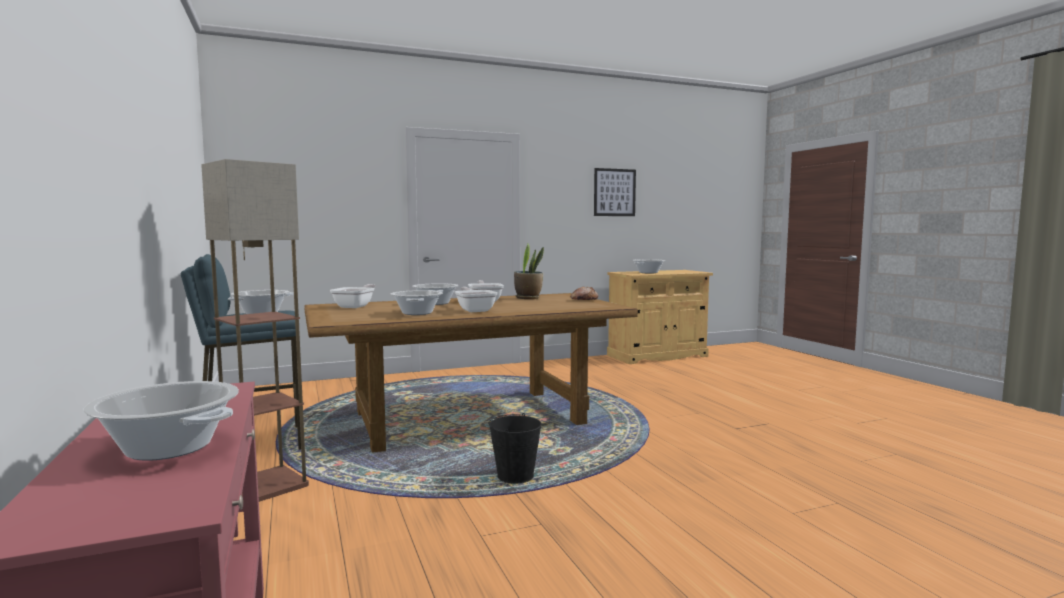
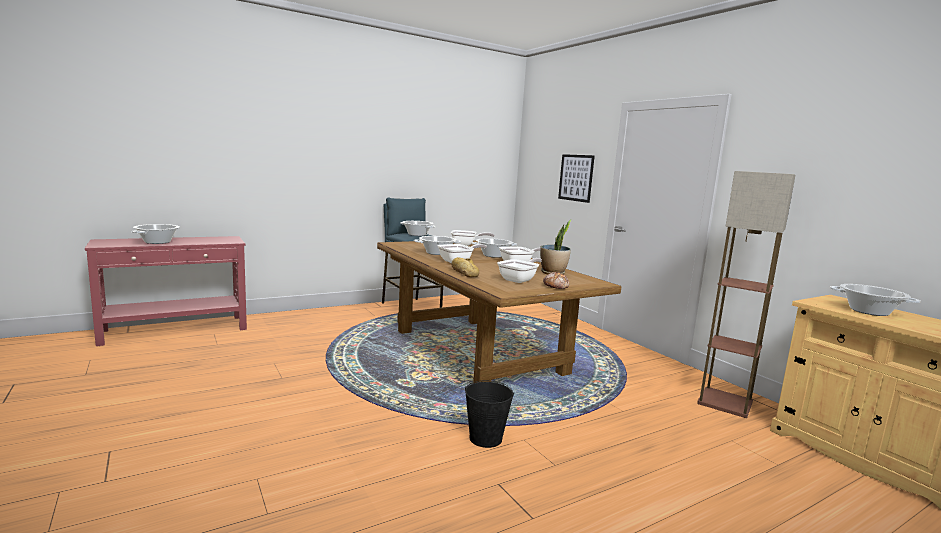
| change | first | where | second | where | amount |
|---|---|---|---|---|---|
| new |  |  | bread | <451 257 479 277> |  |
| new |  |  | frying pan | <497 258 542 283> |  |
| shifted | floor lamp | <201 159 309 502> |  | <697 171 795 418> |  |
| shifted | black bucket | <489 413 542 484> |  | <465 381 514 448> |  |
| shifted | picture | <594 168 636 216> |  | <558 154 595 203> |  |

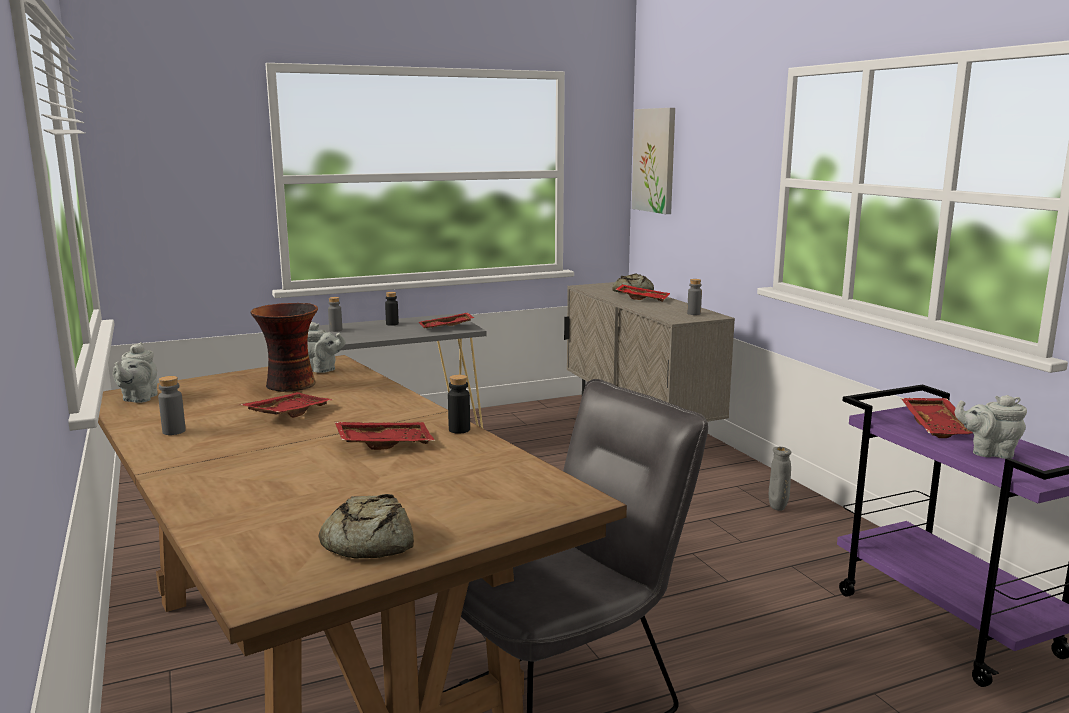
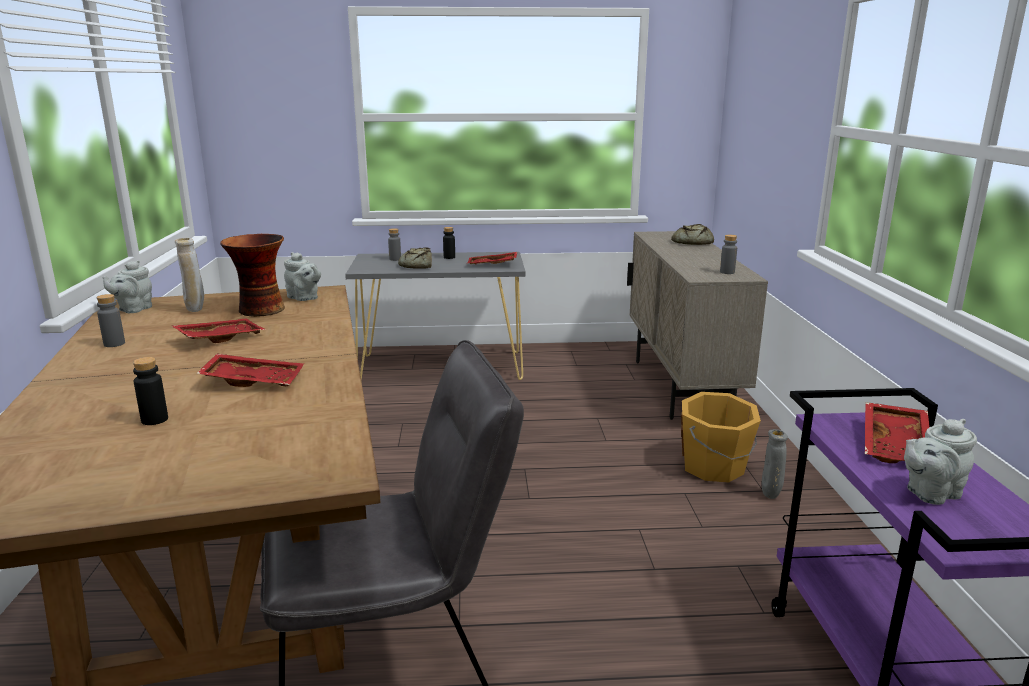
| change | first | where | second | where | amount |
|---|---|---|---|---|---|
| gone | red tray | <615 284 670 302> |  |  |  |
| gone | picture | <632 108 675 214> |  |  |  |
| new |  |  | beige vase | <175 238 204 312> |  |
| new |  |  | orange bucket | <681 392 761 483> |  |
| shifted | bread | <318 494 414 558> |  | <398 247 432 269> |  |
| shifted | black bottle | <448 375 470 434> |  | <133 357 168 425> |  |
| rotated | grey teapot | <955 395 1027 459> |  | <904 419 977 505> | 60 degrees counterclockwise |

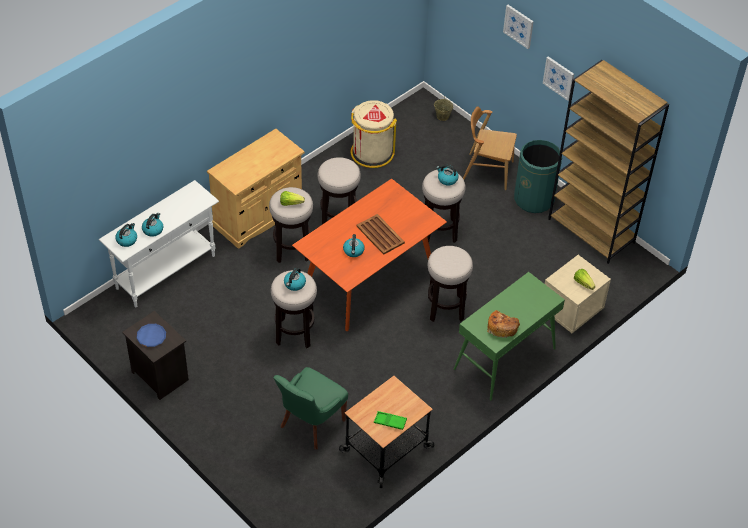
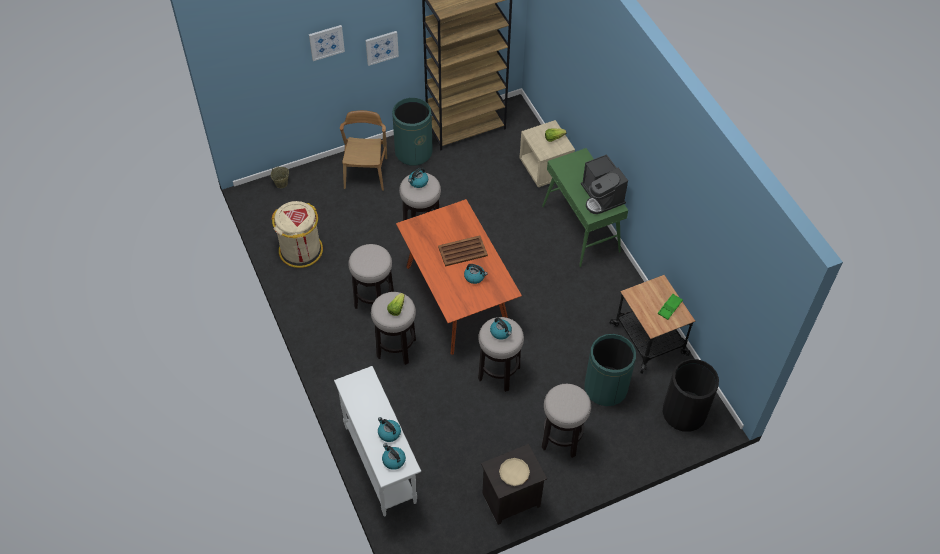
| change | first | where | second | where | amount |
|---|---|---|---|---|---|
| gone | beige cabinet | <207 129 305 249> |  |  |  |
| new |  |  | black trash can | <662 359 719 432> |  |
| shifted | stool | <428 246 473 322> |  | <542 384 591 458> |  |
| swapped | green chair | <273 367 348 450> | green trash can | <584 334 636 406> |  |
| swapped | bread | <487 310 520 338> | coffee machine | <581 154 628 214> |  |
| repainted | blue plate | <137 324 166 347> | beige plate | <499 458 530 486> |  |
| rotated | brown chair | <463 106 517 190> |  | <340 110 387 191> | 150 degrees clockwise |

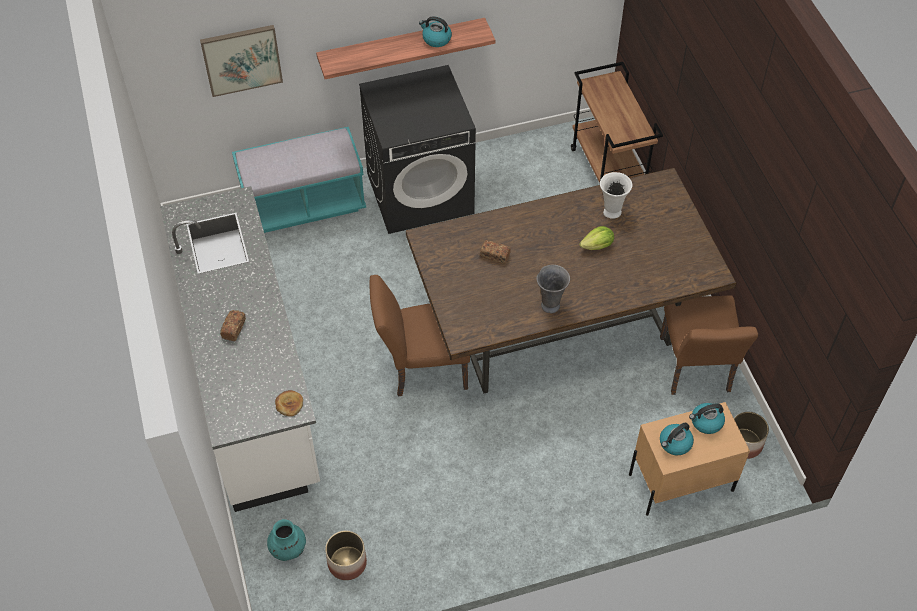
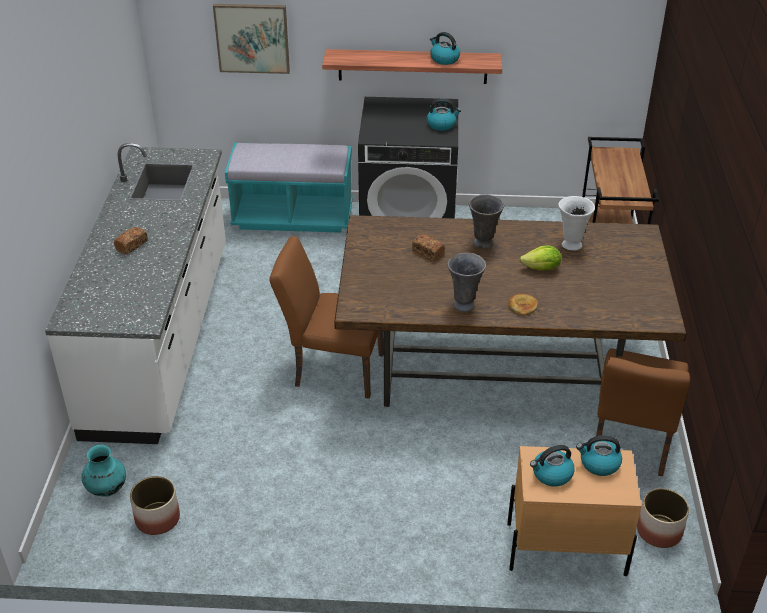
| change | first | where | second | where | amount |
|---|---|---|---|---|---|
| new |  |  | kettle | <427 99 461 131> |  |
| new |  |  | grey vase | <469 194 505 249> |  |
| shifted | bread | <275 390 303 416> |  | <508 294 538 316> |  |

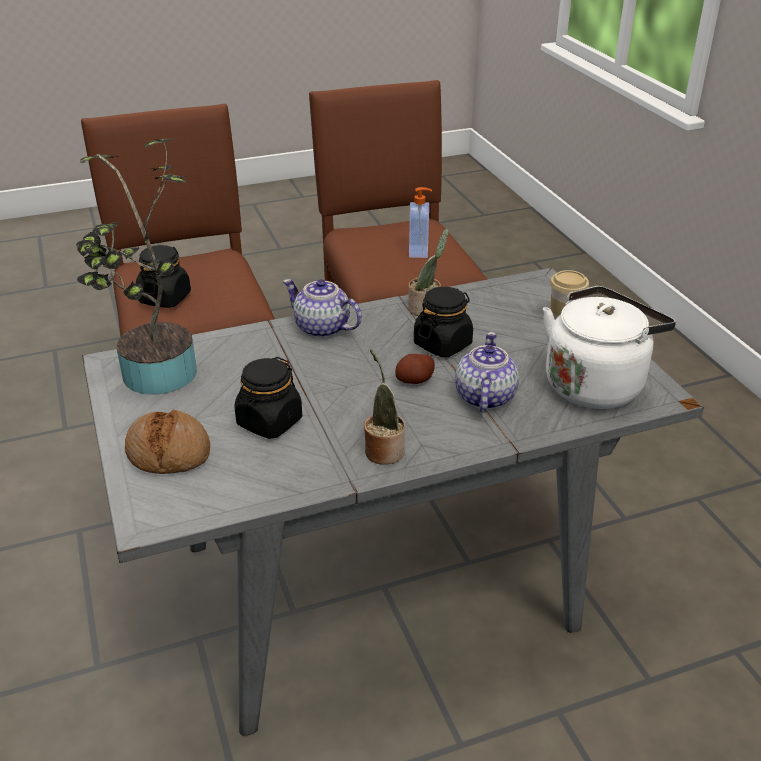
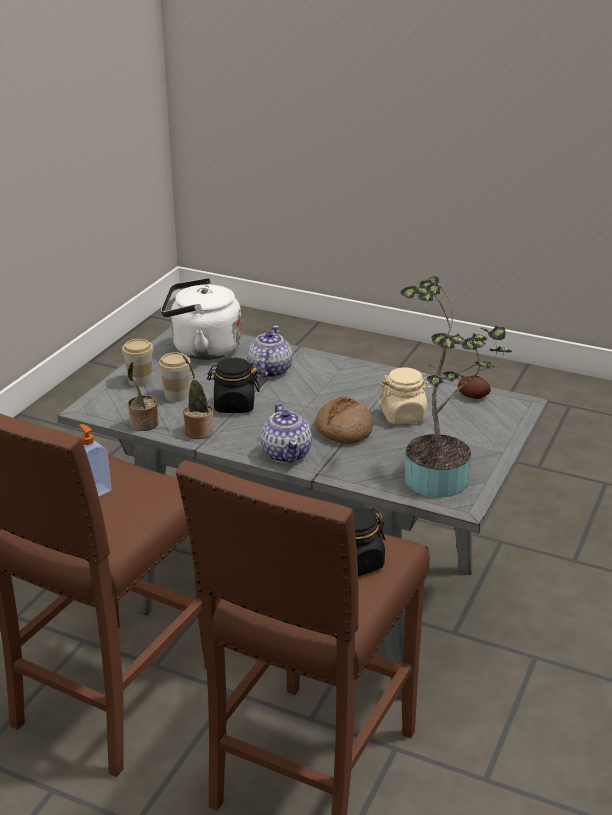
| change | first | where | second | where | amount |
|---|---|---|---|---|---|
| new |  |  | cup | <158 352 191 402> |  |
| shifted | bread | <125 410 210 474> |  | <315 397 373 444> |  |
| shifted | potted plant | <364 349 405 465> |  | <128 361 158 431> |  |
| shifted | potato | <395 354 435 384> |  | <458 376 491 399> |  |
| repainted | black jar | <235 357 302 439> | beige jar | <378 367 432 424> |  |
| rotated | teapot | <455 332 519 413> |  | <247 325 292 378> | 135 degrees clockwise |

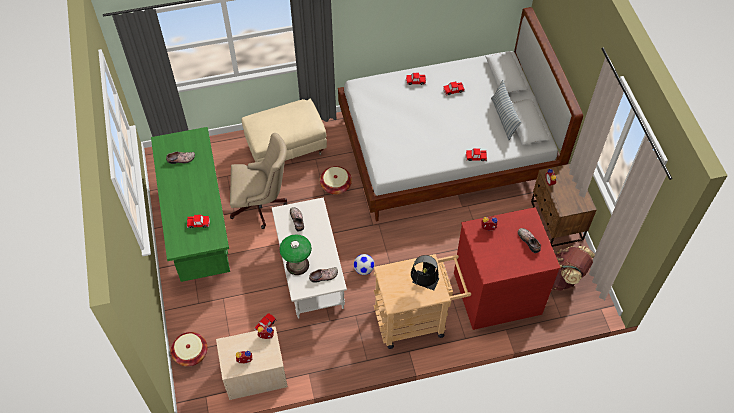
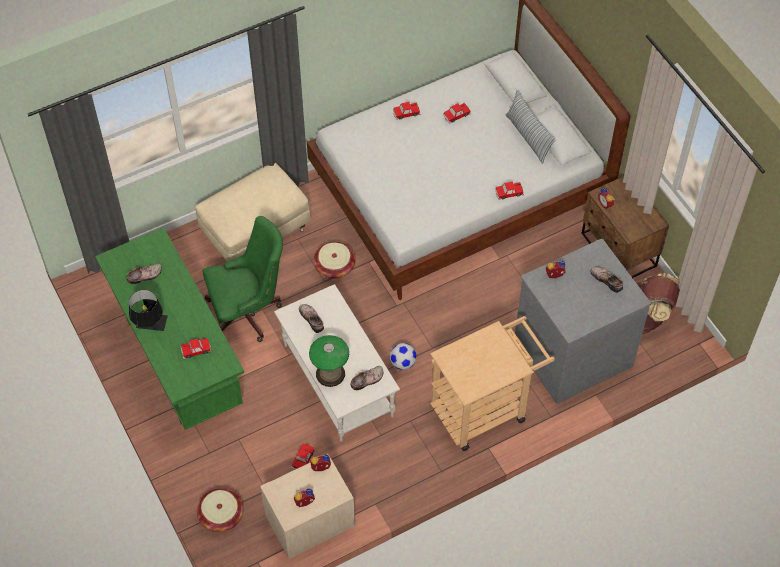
| change | first | where | second | where | amount |
|---|---|---|---|---|---|
| shifted | black table lamp | <411 255 439 290> |  | <129 290 168 331> |  |
| repainted | beige office chair | <230 133 287 229> | green office chair | <202 216 283 342> |  |
| repainted | red dresser | <454 207 560 330> | grey dresser | <515 238 651 404> |  |

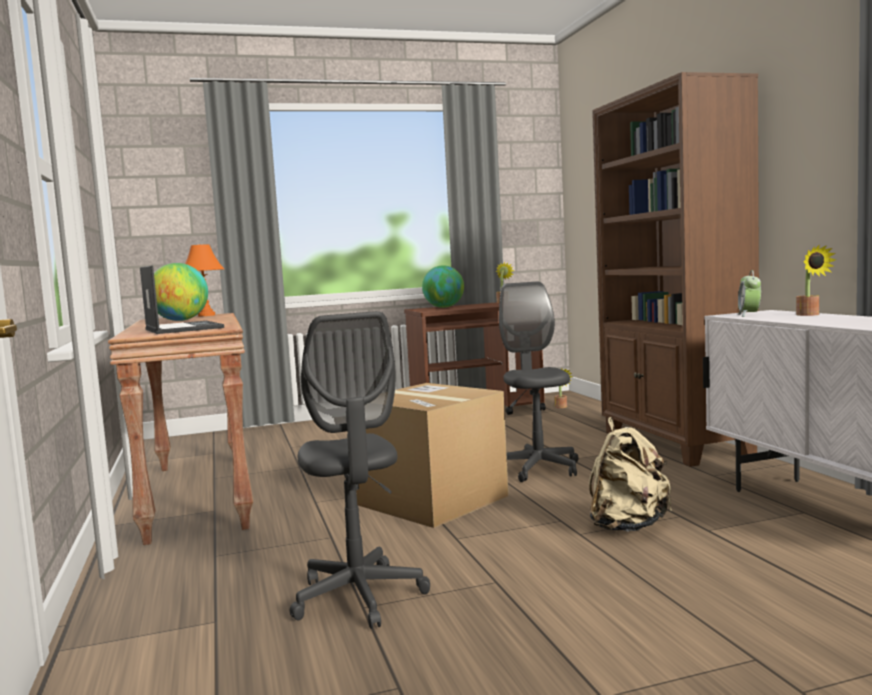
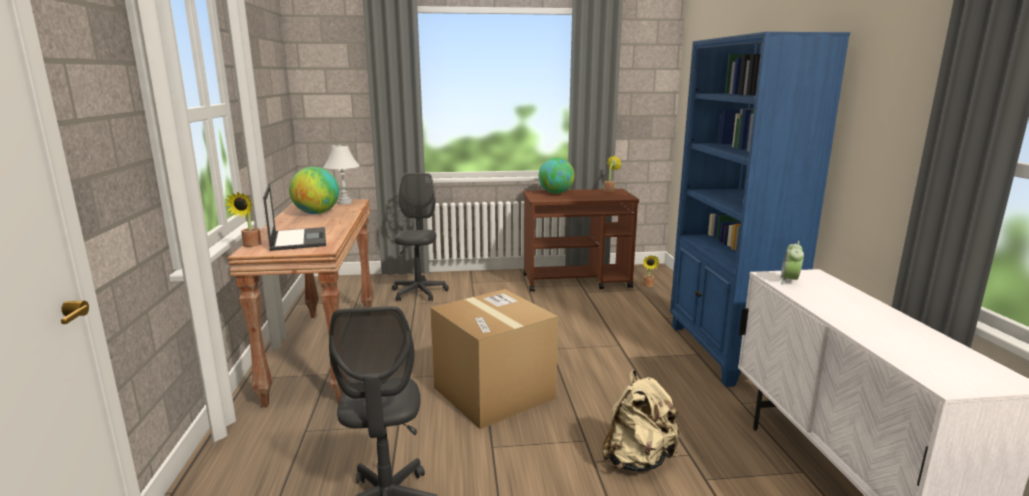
| change | first | where | second | where | amount |
|---|---|---|---|---|---|
| shifted | grey office chair | <499 282 579 482> |  | <392 173 449 301> |  |
| shifted | potted plant | <796 244 836 316> |  | <225 192 261 247> |  |
| repainted | orange table lamp | <185 244 224 316> | white table lamp | <323 145 360 205> |  |
| repainted | brown bookcase | <592 72 759 467> | blue bookcase | <670 32 850 387> |  |

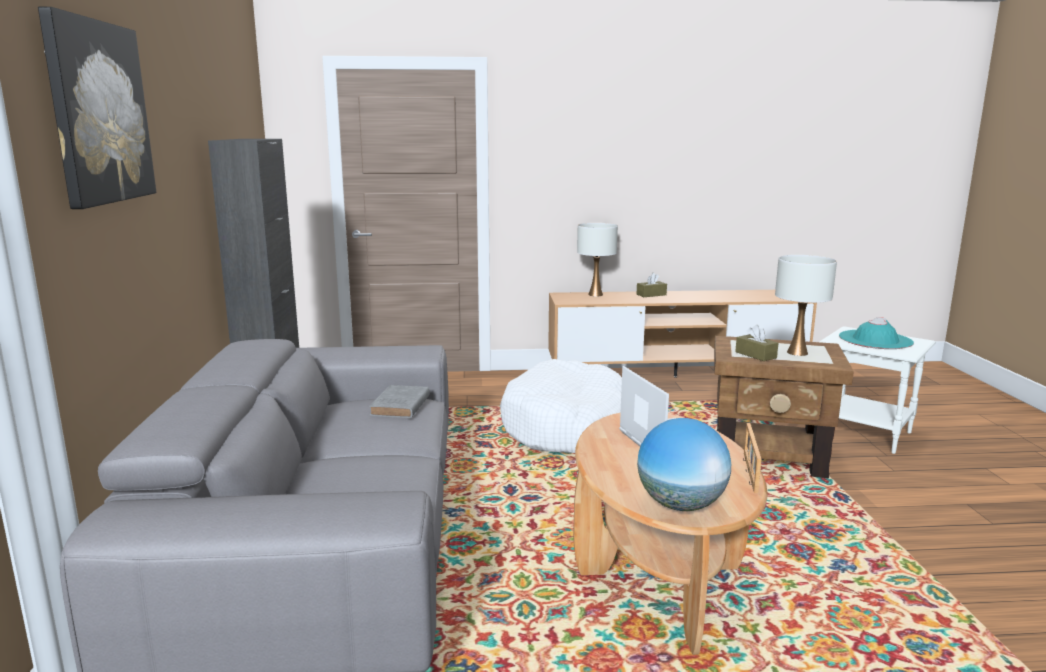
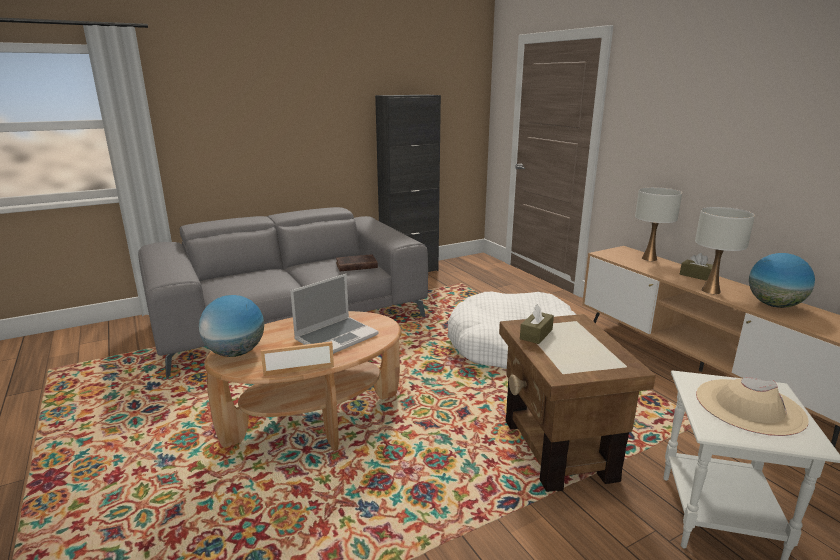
| change | first | where | second | where | amount |
|---|---|---|---|---|---|
| gone | picture | <38 7 156 209> |  |  |  |
| new |  |  | globe | <749 253 815 308> |  |
| shifted | white table lamp | <775 255 837 356> |  | <695 207 755 294> |  |
| repainted | grey book | <369 385 430 418> | brown book | <336 254 378 271> |  |
| repainted | turquoise hat | <839 317 914 349> | beige hat | <696 377 809 436> |  |

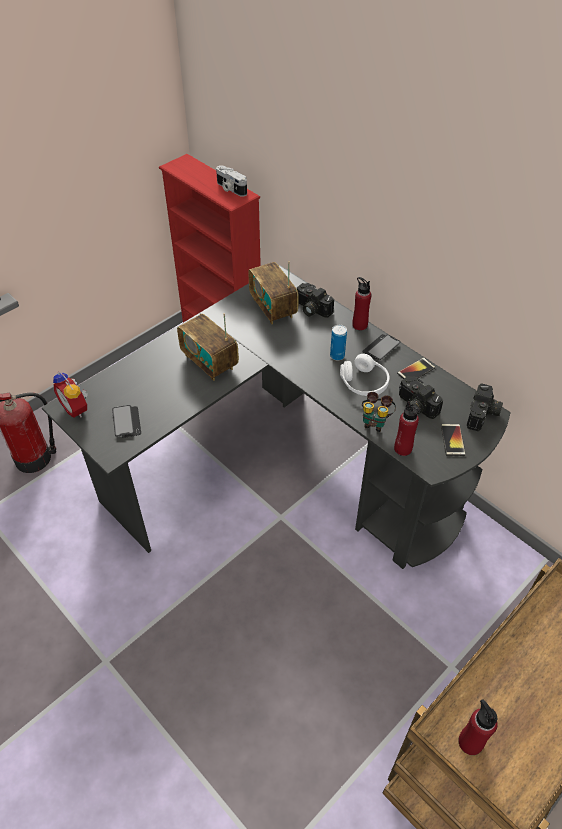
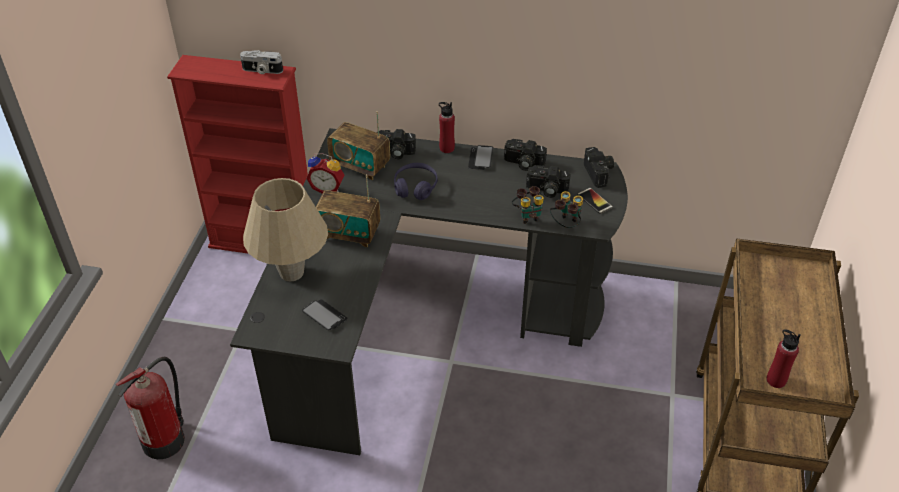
| change | first | where | second | where | amount |
|---|---|---|---|---|---|
| gone | can | <330 325 347 360> |  |  |  |
| gone | white headphones | <340 354 390 396> |  |  |  |
| new |  |  | beige table lamp | <243 178 328 281> |  |
| new |  |  | purple headphones | <394 163 438 200> |  |
| shifted | alarm clock | <53 371 88 418> |  | <306 153 344 193> |  |
| swapped | red bottle | <394 401 420 456> | binoculars | <550 191 583 228> |  |
| swapped | phone | <397 358 435 379> | photo camera | <504 139 547 171> |  |

